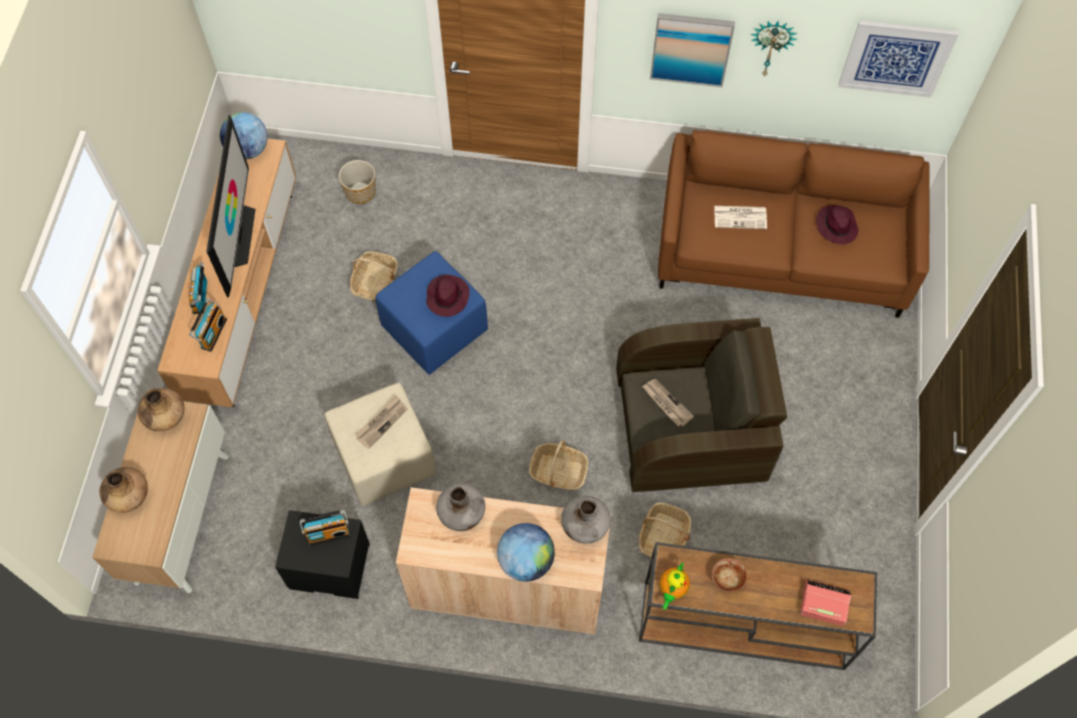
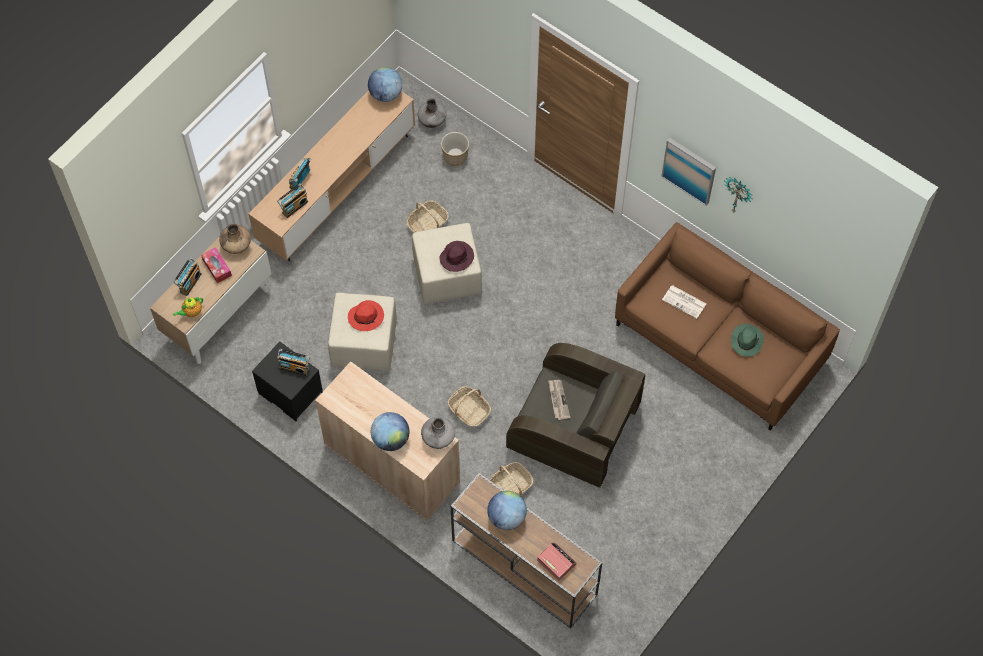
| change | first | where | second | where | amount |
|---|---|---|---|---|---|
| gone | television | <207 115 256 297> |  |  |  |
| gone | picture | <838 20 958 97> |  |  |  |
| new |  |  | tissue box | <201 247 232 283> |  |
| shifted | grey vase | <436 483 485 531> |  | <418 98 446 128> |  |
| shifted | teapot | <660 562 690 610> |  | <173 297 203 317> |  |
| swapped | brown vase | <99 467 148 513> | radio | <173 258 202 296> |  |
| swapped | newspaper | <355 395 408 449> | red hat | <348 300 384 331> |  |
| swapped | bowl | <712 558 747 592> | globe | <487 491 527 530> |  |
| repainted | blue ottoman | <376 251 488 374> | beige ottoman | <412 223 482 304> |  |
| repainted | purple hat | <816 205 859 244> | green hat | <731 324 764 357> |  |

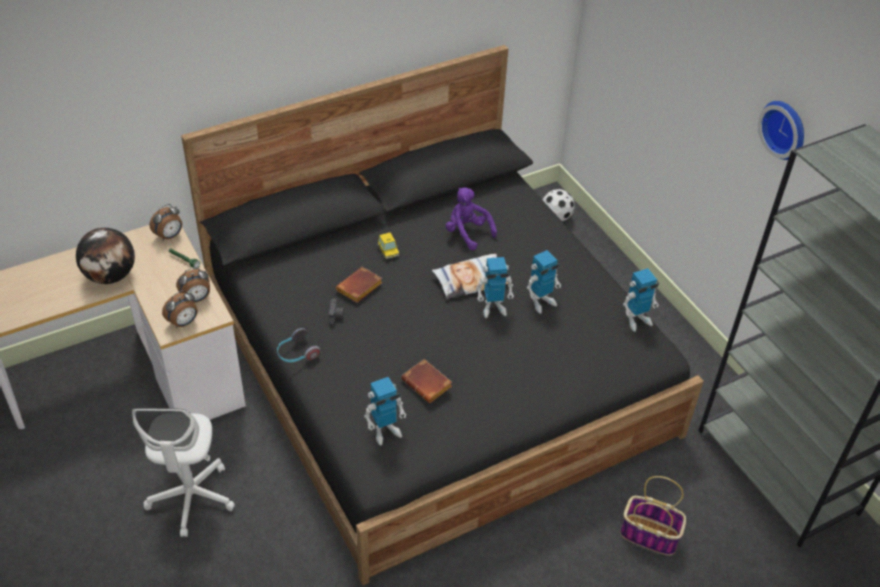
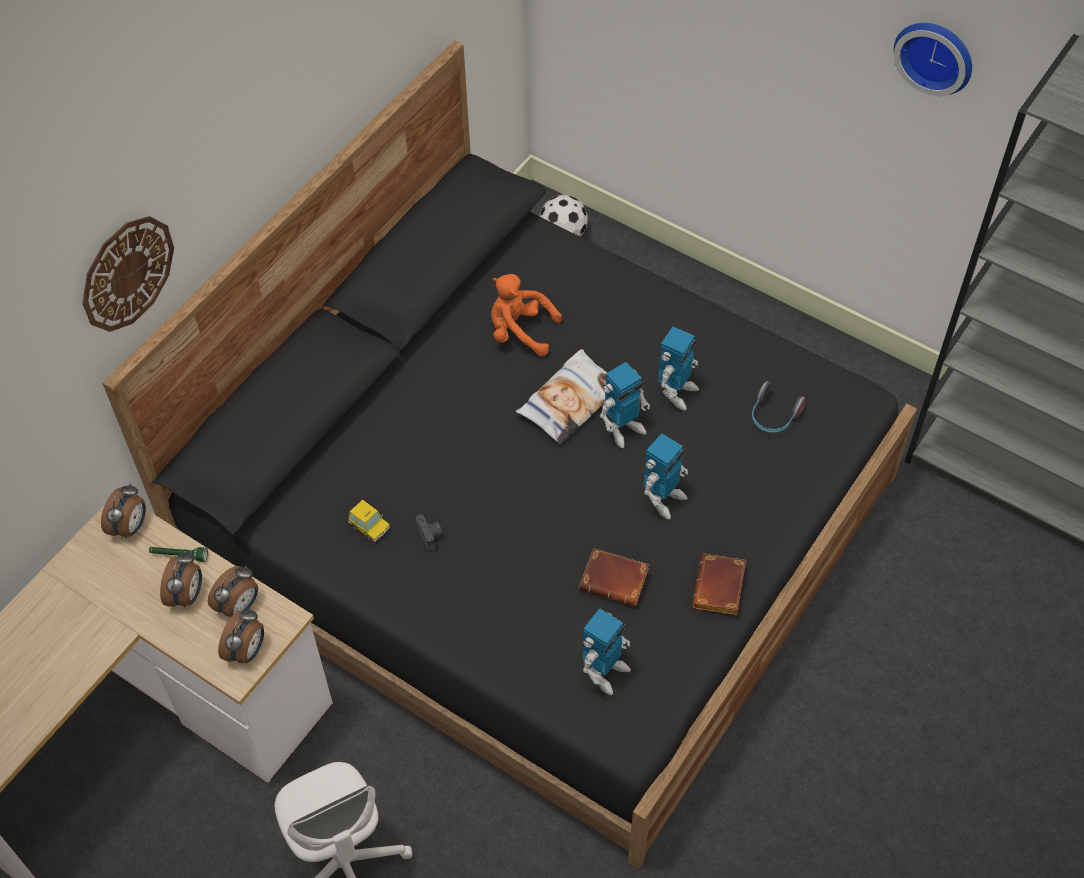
| change | first | where | second | where | amount |
|---|---|---|---|---|---|
| gone | globe | <76 228 135 284> |  |  |  |
| gone | basket | <620 476 686 555> |  |  |  |
| new |  |  | wall clock | <82 216 174 332> |  |
| new |  |  | alarm clock | <160 551 202 608> |  |
| shifted | headphones | <277 328 320 362> |  | <752 381 805 432> |  |
| shifted | brown book | <336 267 383 303> |  | <692 554 746 615> |  |
| shifted | toy car | <378 232 400 259> |  | <348 499 390 542> |  |
| shifted | toy robot | <623 268 659 332> |  | <644 433 688 519> |  |
| repainted | purple plush toy | <446 187 497 250> | orange plush toy | <491 274 562 356> |  |

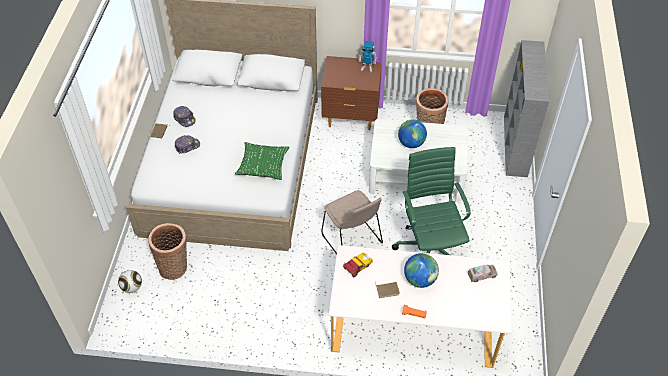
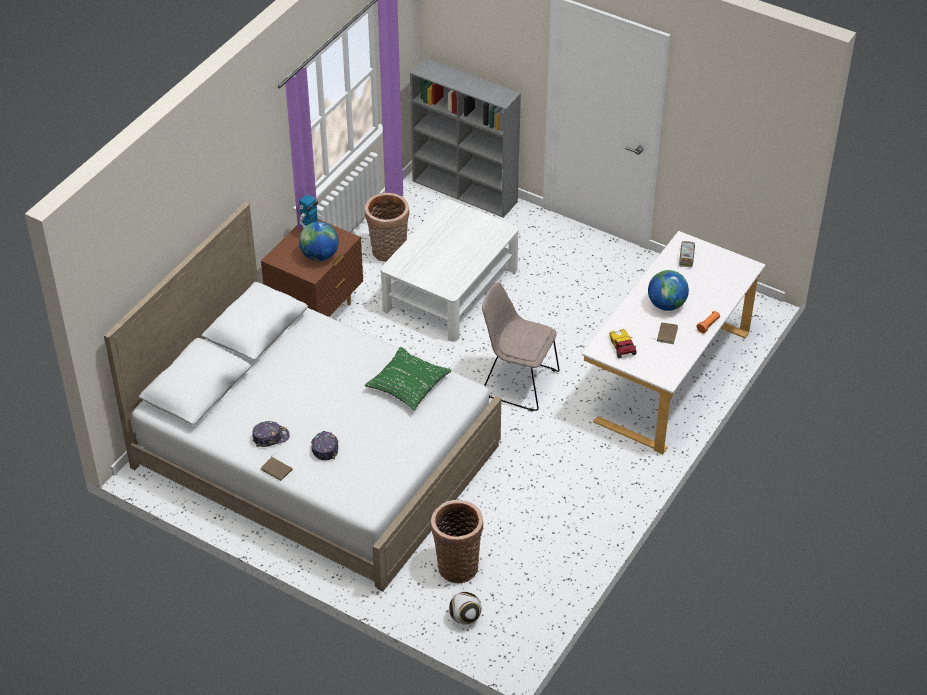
| change | first | where | second | where | amount |
|---|---|---|---|---|---|
| gone | green office chair | <392 147 471 255> |  |  |  |
| shifted | globe | <398 120 427 148> |  | <299 222 339 261> |  |
| rotated | beige chair | <321 190 383 254> |  | <482 282 560 412> | 150 degrees counterclockwise |

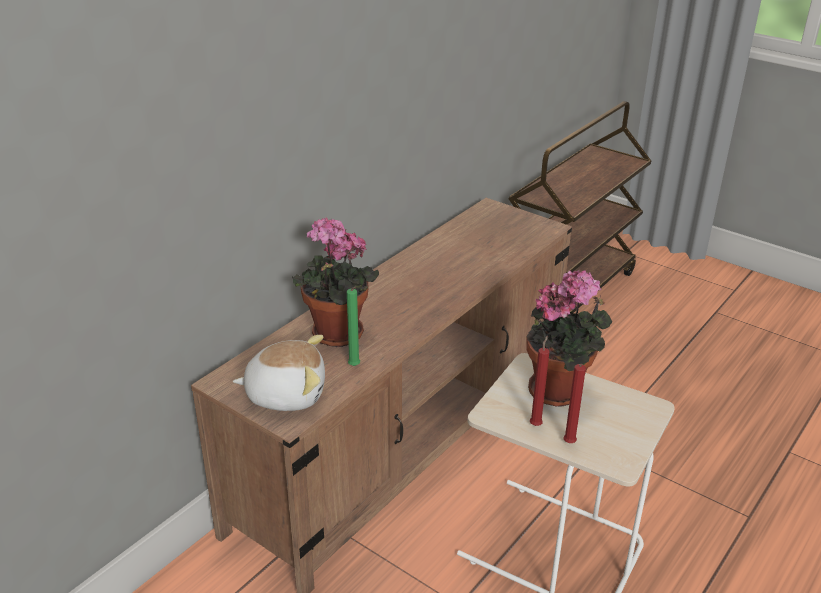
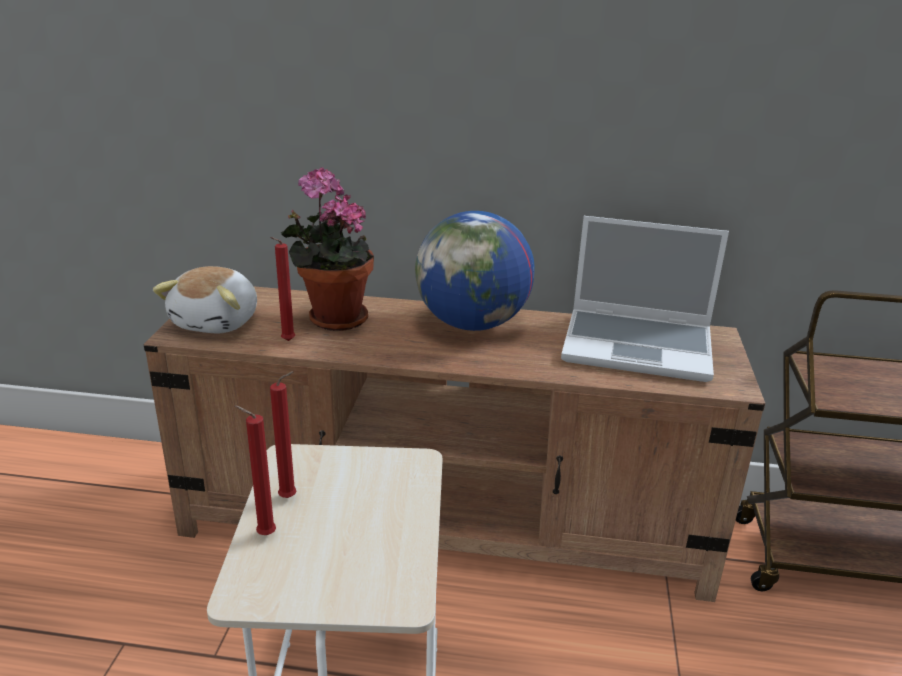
| change | first | where | second | where | amount |
|---|---|---|---|---|---|
| gone | potted plant | <526 269 612 407> |  |  |  |
| new |  |  | globe | <415 211 535 331> |  |
| new |  |  | laptop | <561 216 729 382> |  |
| repainted | green candle | <347 287 360 366> | red candle | <270 237 295 341> |  |
| rotated | plush toy | <233 335 325 411> |  | <153 266 257 333> | 45 degrees clockwise |

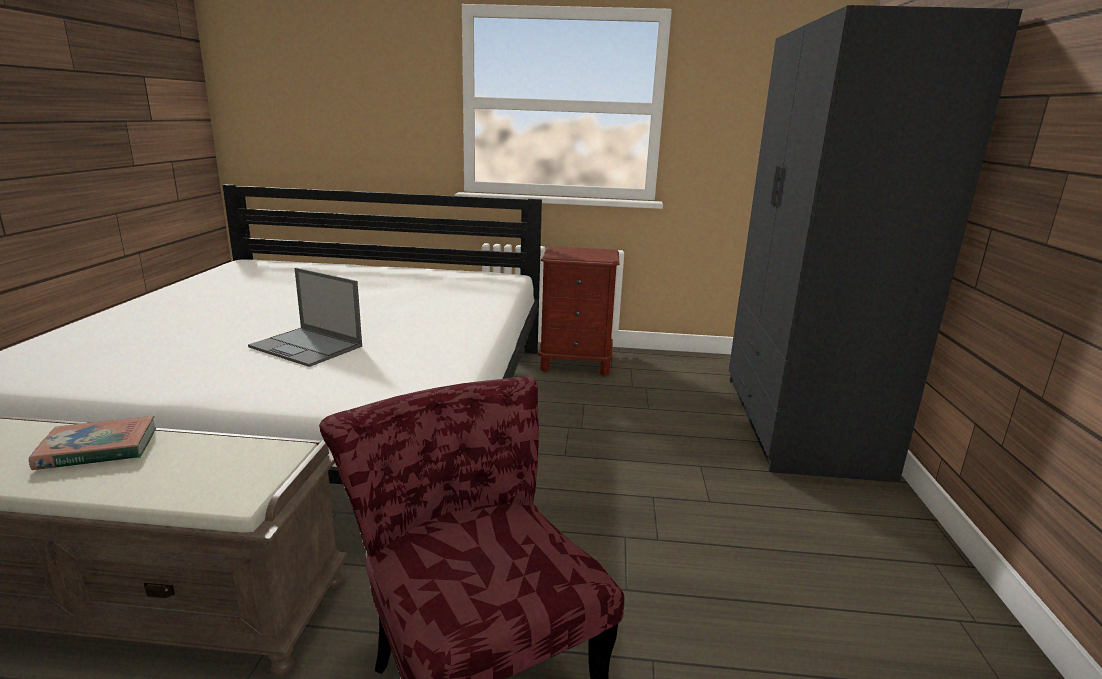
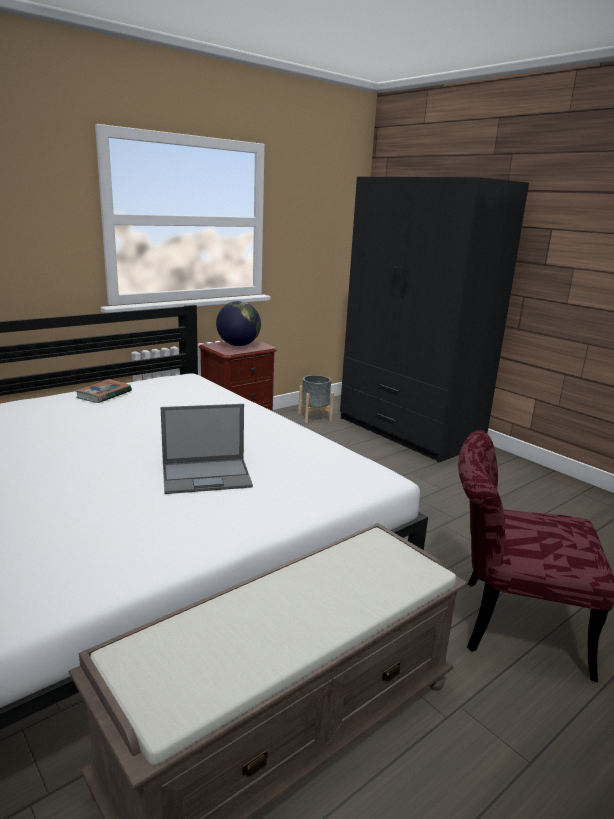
| change | first | where | second | where | amount |
|---|---|---|---|---|---|
| new |  |  | globe | <216 301 261 346> |  |
| new |  |  | grey planter | <298 375 334 423> |  |
| shifted | book | <29 416 156 470> |  | <75 379 132 403> |  |

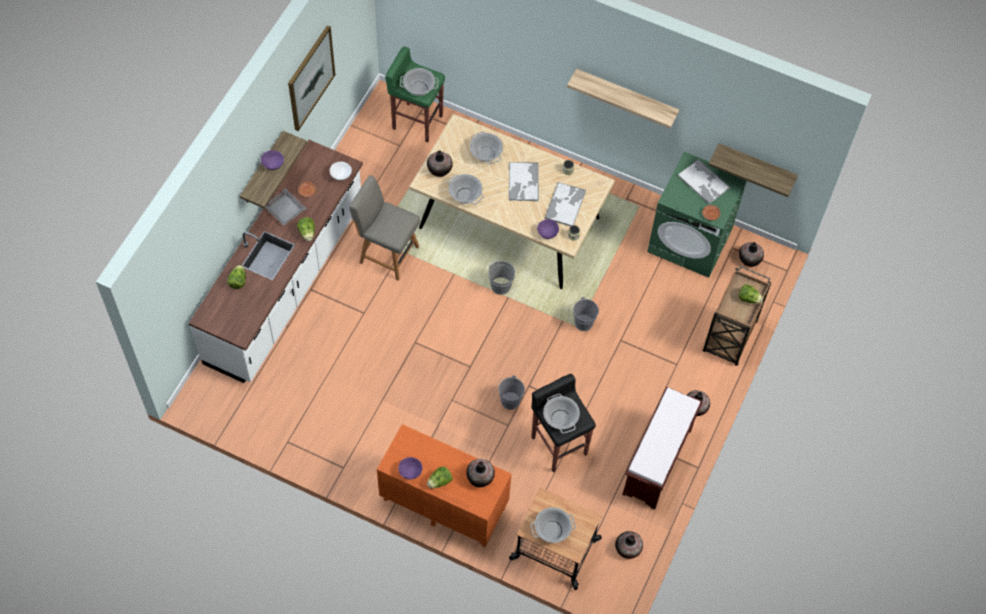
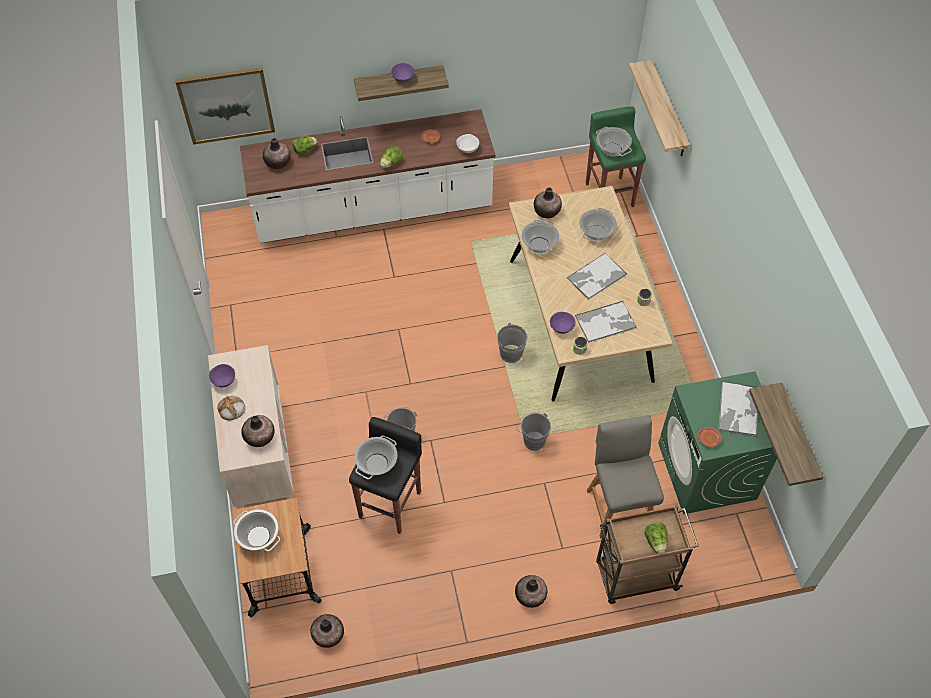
| change | first | where | second | where | amount |
|---|---|---|---|---|---|
| gone | grey tray | <265 188 307 226> |  |  |  |
| gone | brown bench | <622 387 703 510> |  |  |  |
| shifted | picture | <288 25 335 131> |  | <175 67 275 145> |  |
| shifted | grey chair | <349 175 420 281> |  | <587 415 664 538> |  |
| shifted | shelf | <567 69 679 128> |  | <629 60 690 157> |  |
| shifted | vase | <739 242 764 267> |  | <263 138 291 169> |  |
| swapped | lettuce | <427 466 453 488> | bread | <217 396 245 421> |  |
| repainted | orange dresser | <377 424 512 547> | beige dresser | <208 345 294 508> |  |

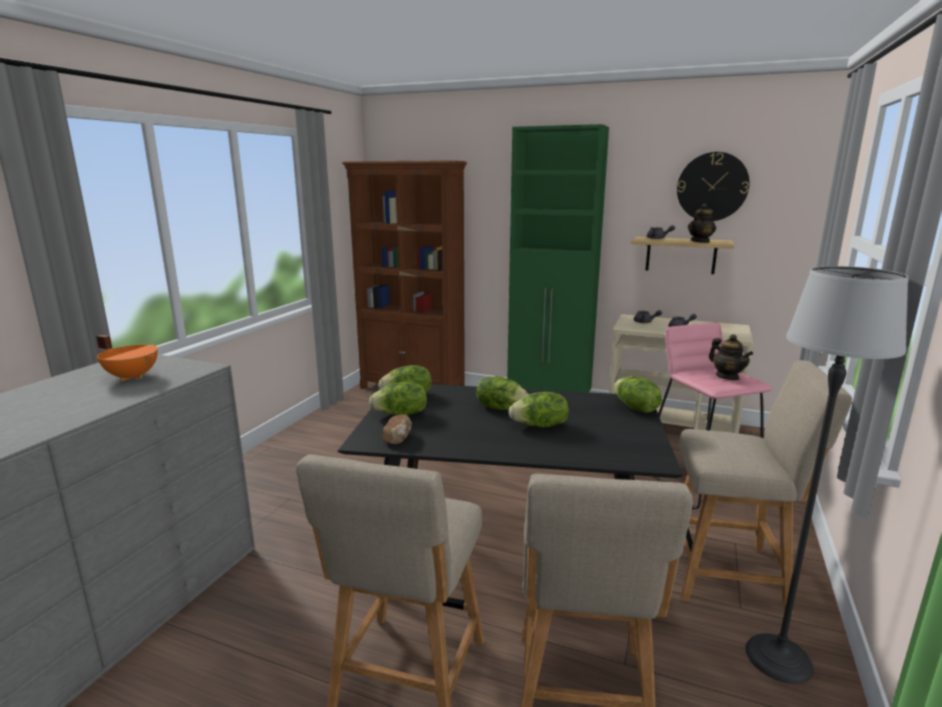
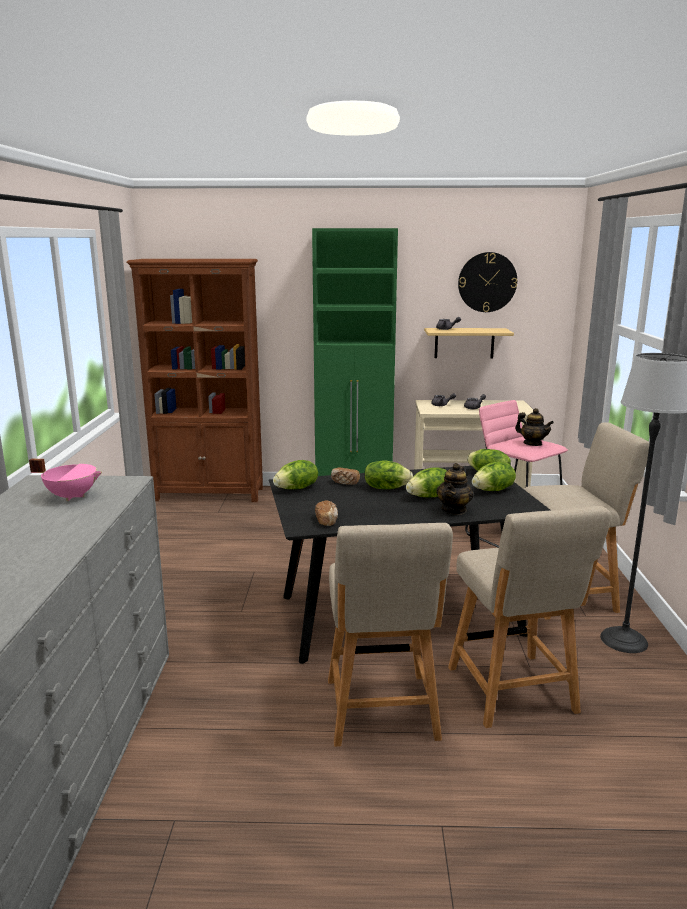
| change | first | where | second | where | amount |
|---|---|---|---|---|---|
| new |  |  | bread | <331 467 360 485> |  |
| shifted | lettuce | <369 382 427 415> |  | <472 462 516 491> |  |
| shifted | teapot | <688 204 716 243> |  | <436 463 473 515> |  |
| repainted | orange cooking pot | <96 335 158 381> | pink cooking pot | <29 459 102 501> |  |

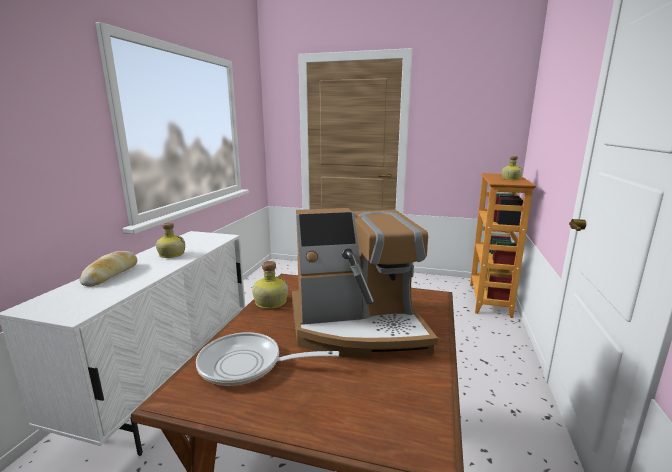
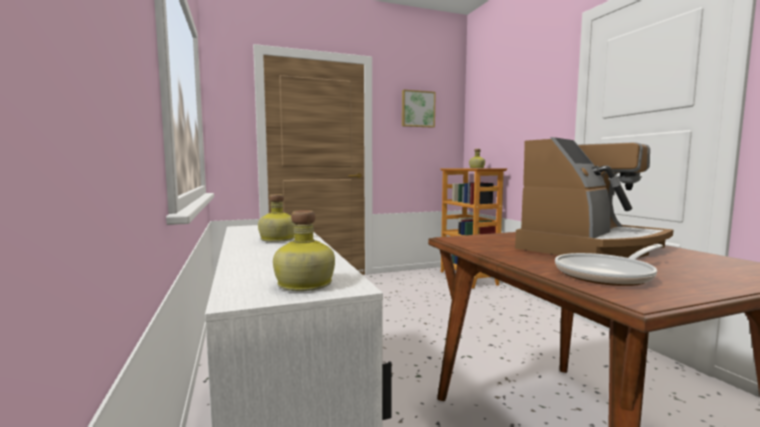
| change | first | where | second | where | amount |
|---|---|---|---|---|---|
| gone | bread | <80 251 137 286> |  |  |  |
| new |  |  | picture | <402 90 436 128> |  |
| shifted | bottle | <252 261 288 309> |  | <273 210 335 291> |  |

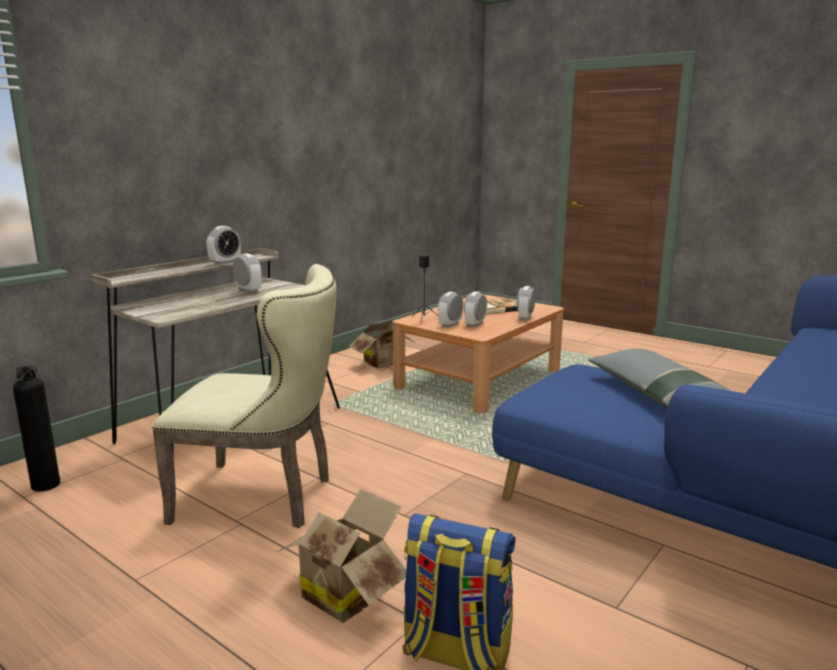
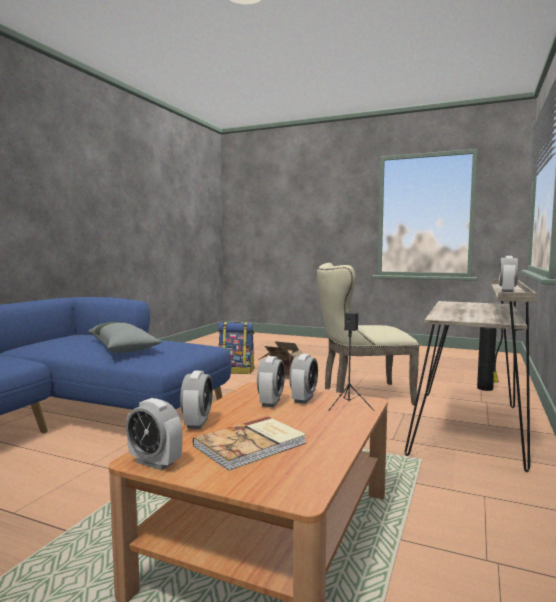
| change | first | where | second | where | amount |
|---|---|---|---|---|---|
| gone | cardboard box | <349 321 418 369> |  |  |  |
| shifted | alarm clock | <233 253 262 293> |  | <126 398 183 471> |  |

